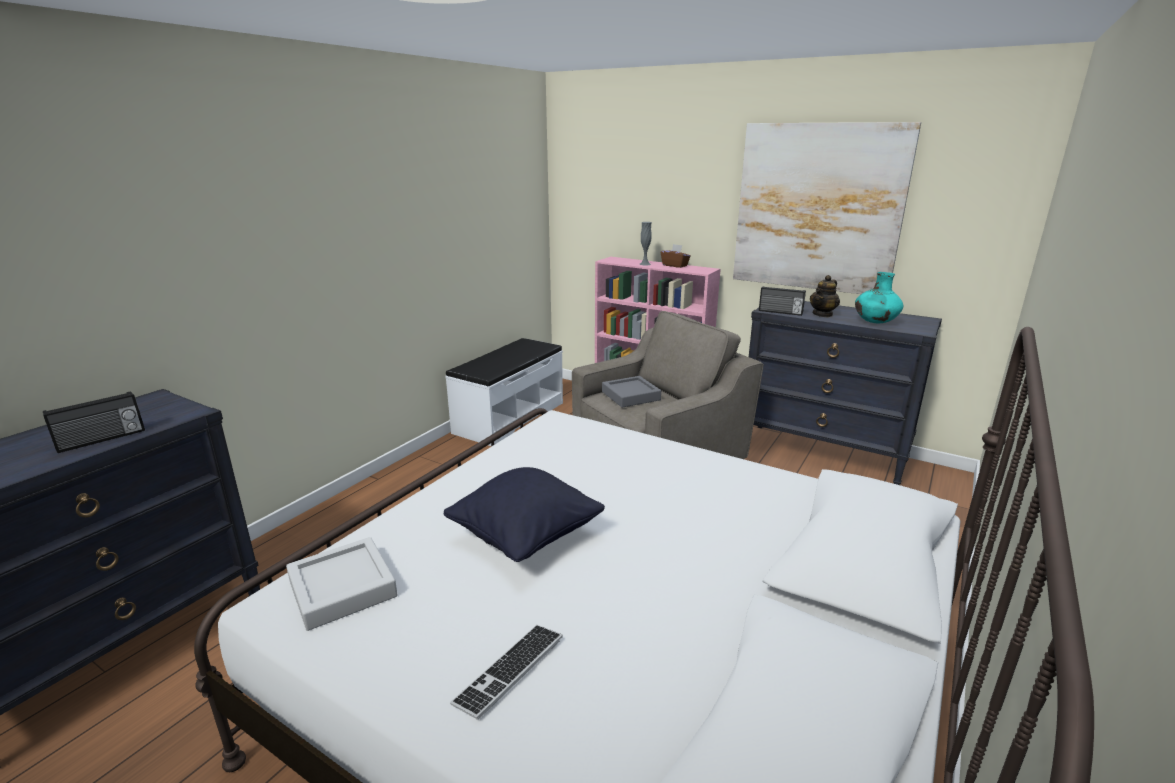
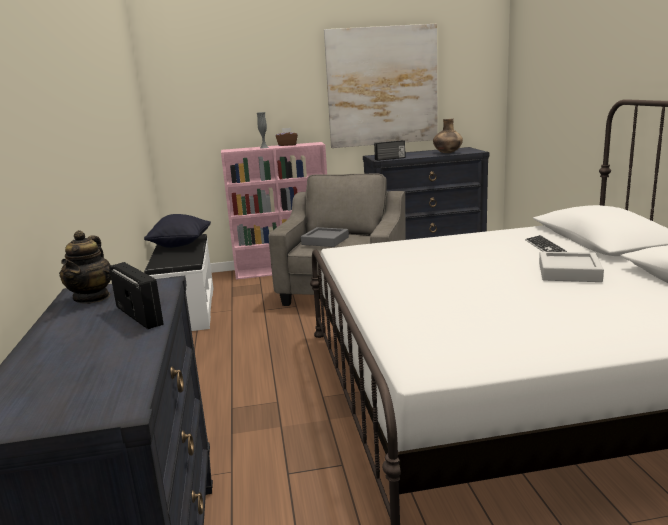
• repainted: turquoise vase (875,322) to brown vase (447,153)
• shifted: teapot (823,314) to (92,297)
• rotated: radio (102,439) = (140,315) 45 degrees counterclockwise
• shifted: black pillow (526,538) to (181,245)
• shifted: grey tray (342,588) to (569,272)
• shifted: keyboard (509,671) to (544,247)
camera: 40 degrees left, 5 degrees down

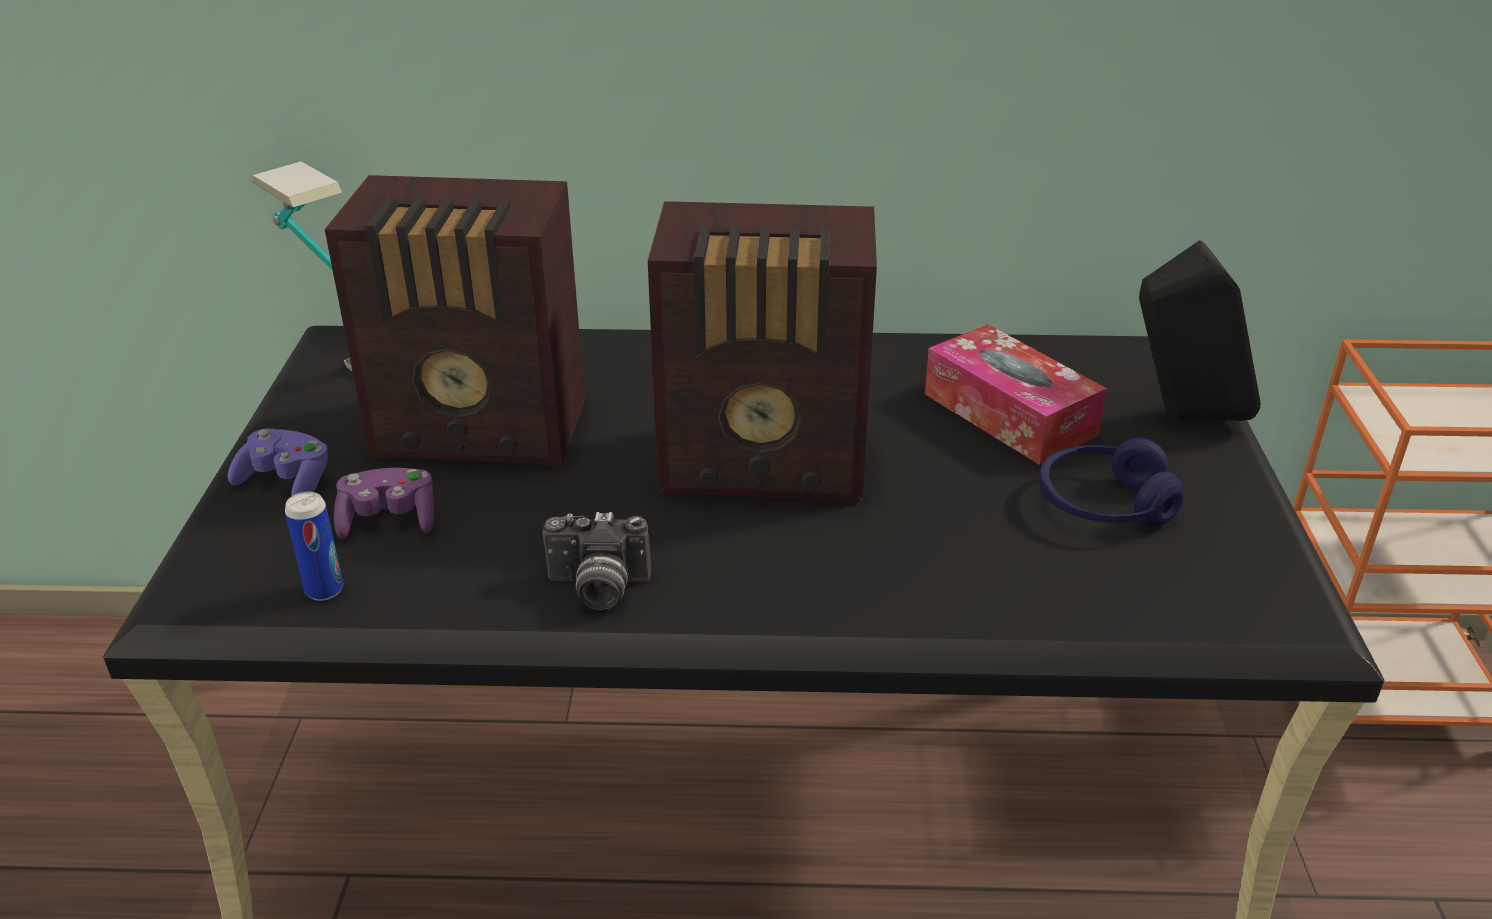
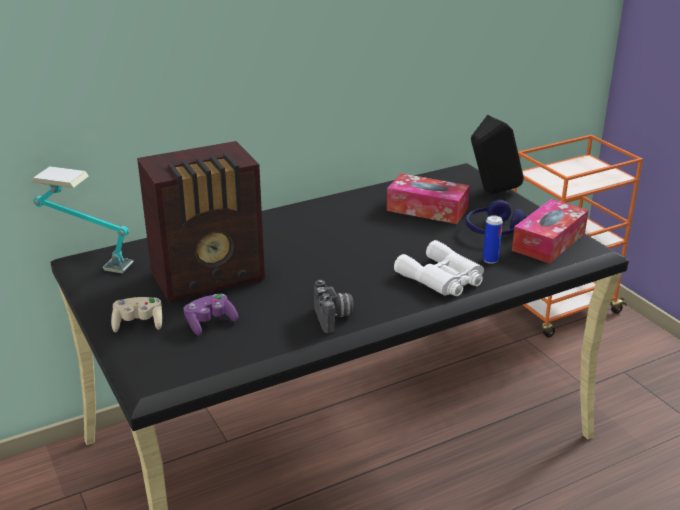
• gone: radio (767,466)
• repainted: purple game controller (287,482) to beige game controller (138,324)
• shifted: can (324,590) to (490,260)
• rotated: photo camera (597,589) = (334,318) 75 degrees counterclockwise
• new: tissue box (549,242)
• new: white binoculars (442,278)
camera: 30 degrees left, 5 degrees down

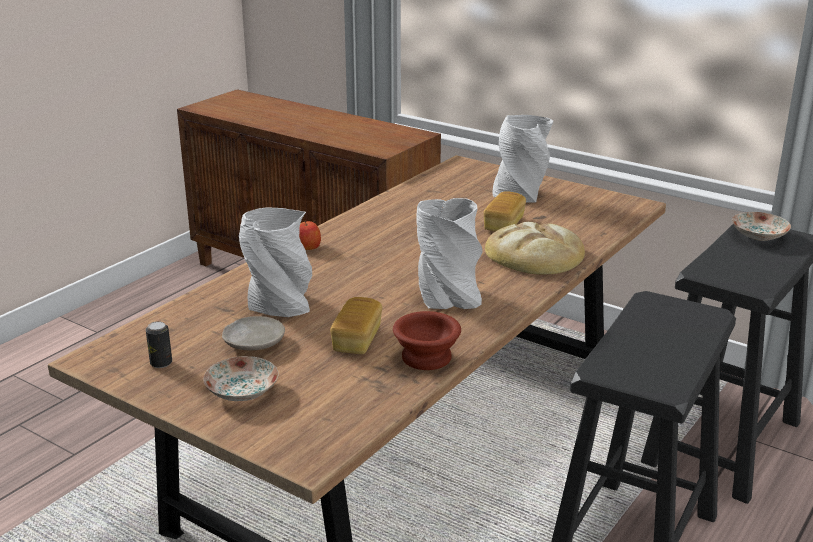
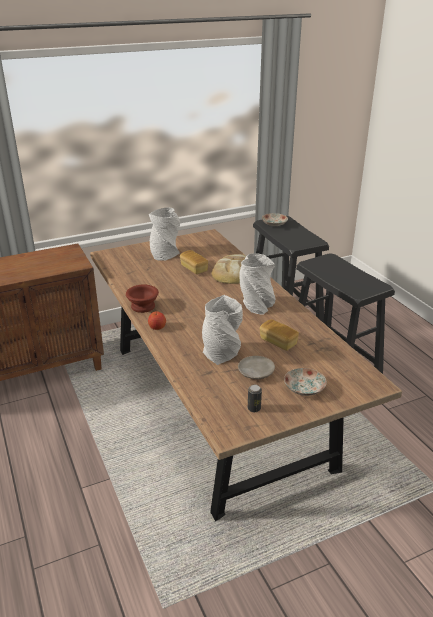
• shifted: brown bowl (424,358) to (143,307)
camera: 60 degrees left, 5 degrees up

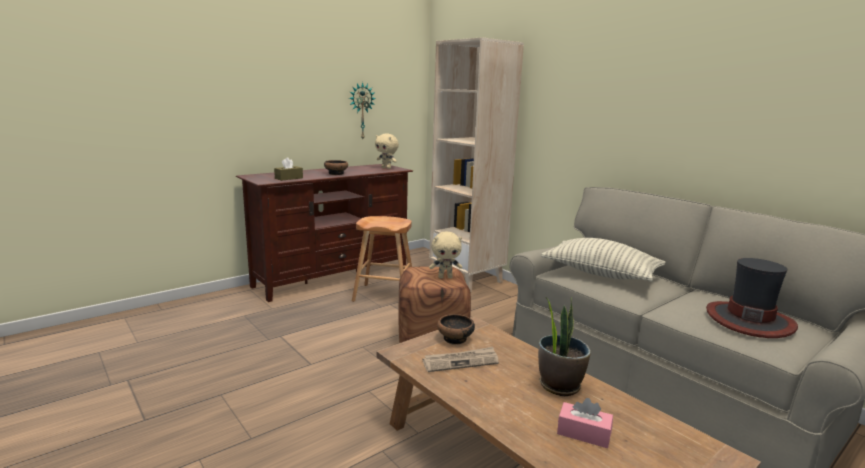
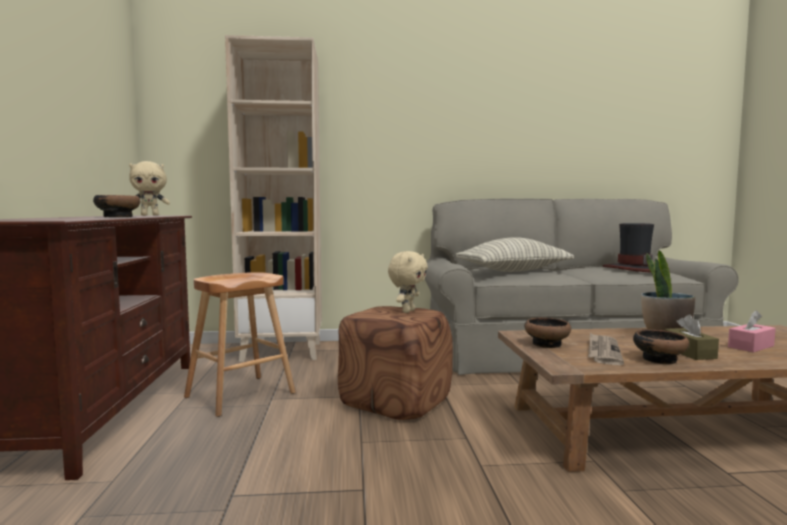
• gone: wall clock (361,111)
• shifted: brown tissue box (289,178) to (689,353)
• new: bowl (659,359)
camera: 55 degrees left, 10 degrees down

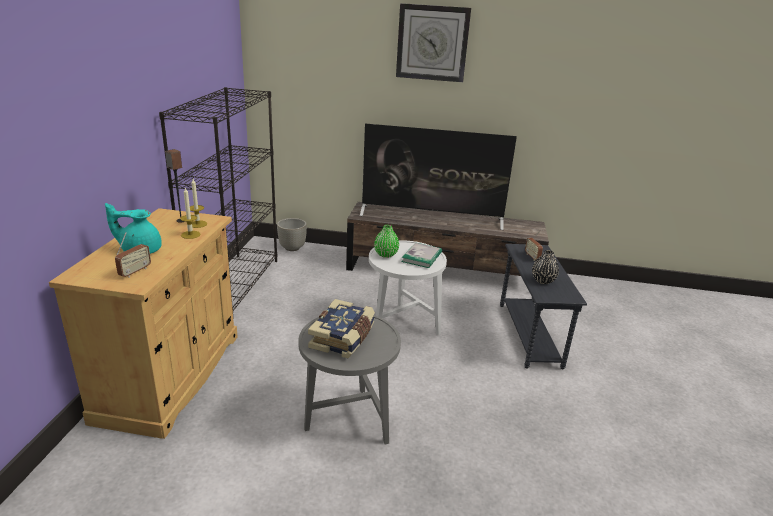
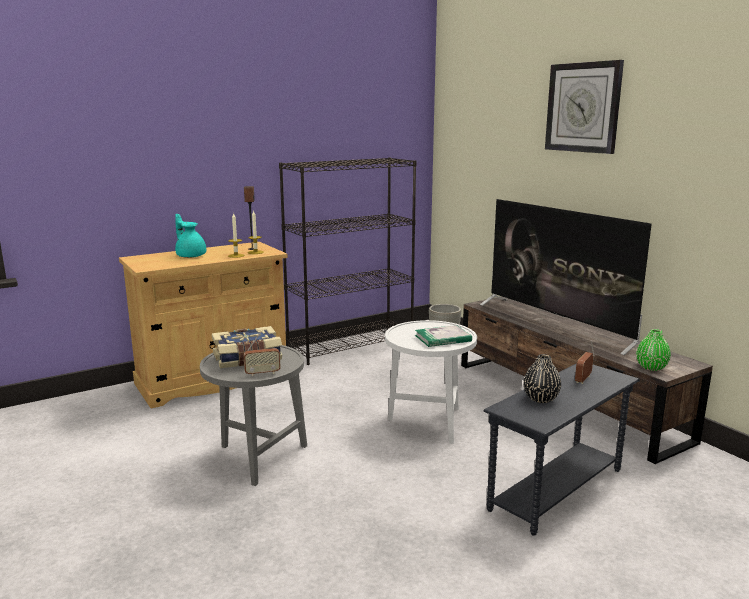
• shifted: green vase (386,254) to (651,367)
• shifted: radio (135,272) to (262,373)
camera: 50 degrees right, 10 degrees down

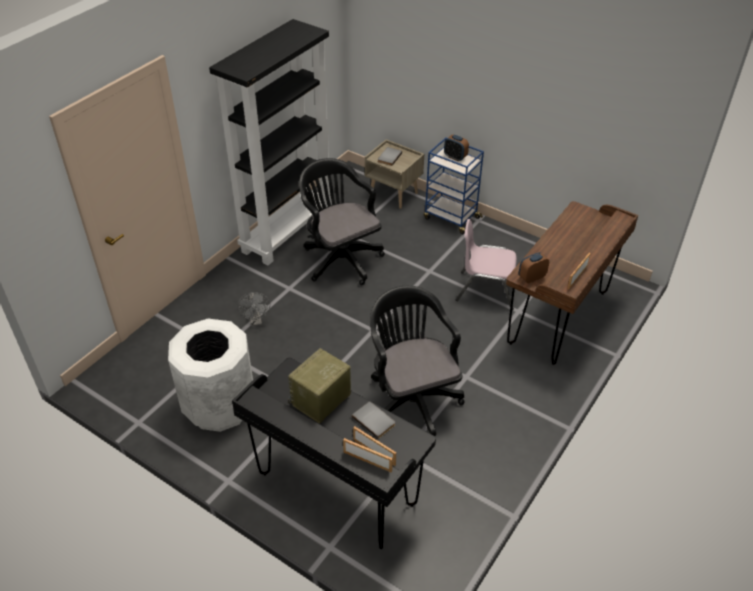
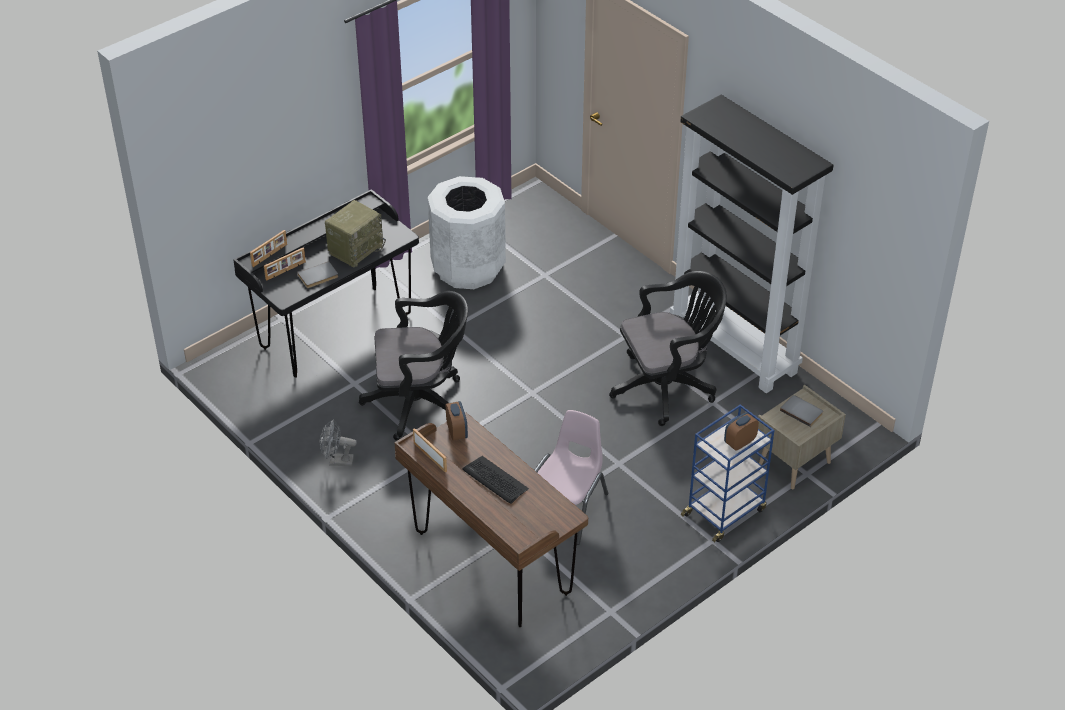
• shifted: grey fan (256,321) to (337,461)
• rotated: radio (321,401) = (356,249) 75 degrees clockwise
• new: keyboard (495,480)
camera: 105 degrees right, 0 degrees up

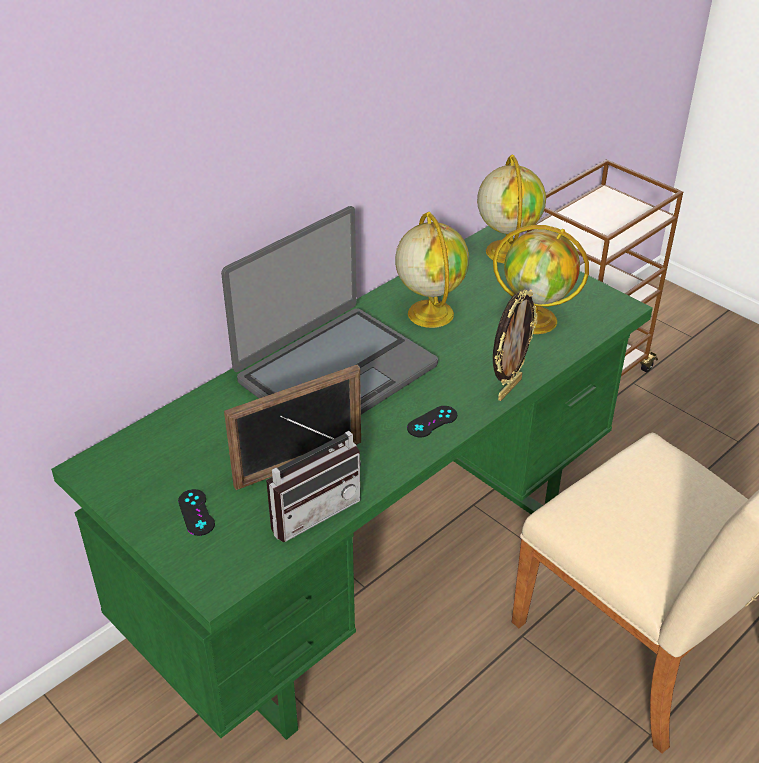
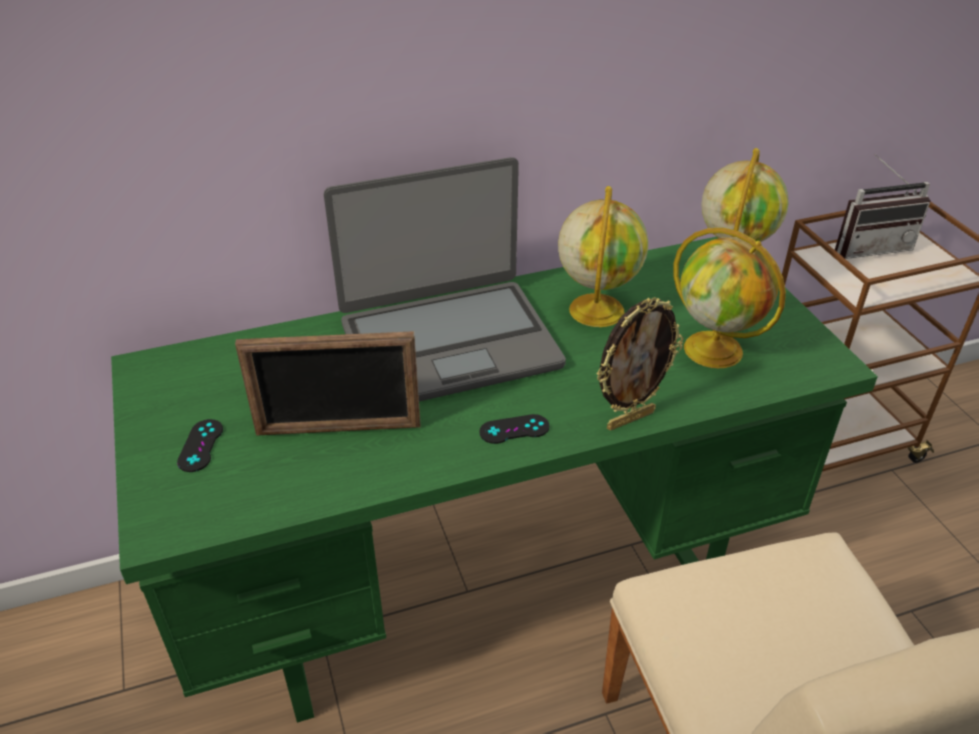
• shifted: radio (311,509) to (869,246)
camera: 25 degrees right, 0 degrees up

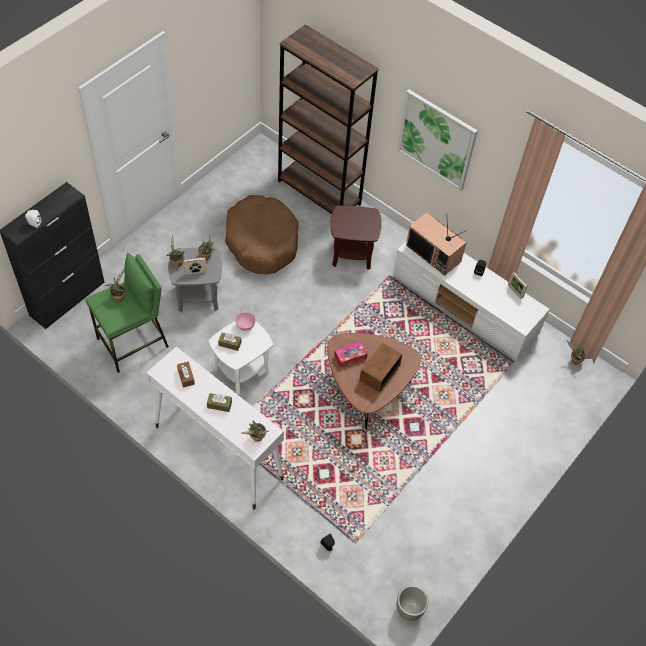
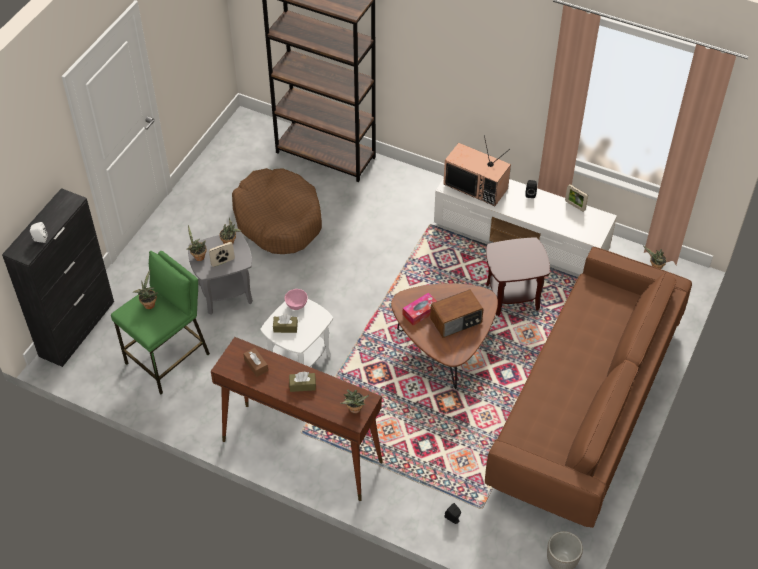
• gone: picture (436,140)
• shifted: brown side table (352,253) to (512,296)
• rotated: radio (379,373) = (456,321) 135 degrees counterclockwise
• repainted: white console table (218,452) to brown console table (301,451)
• new: brown sofa (584,405)
camera: 10 degrees left, 5 degrees down

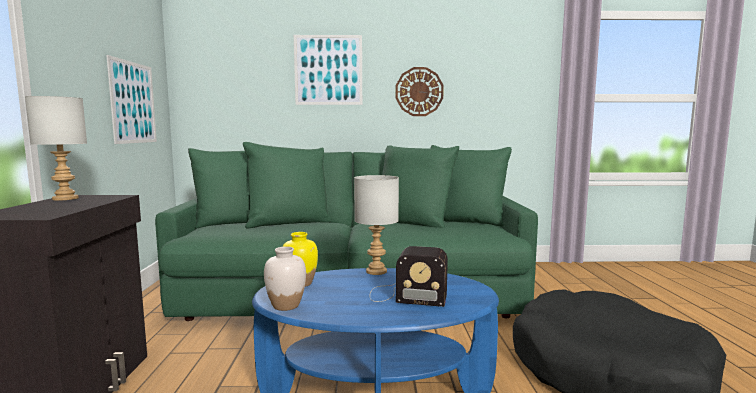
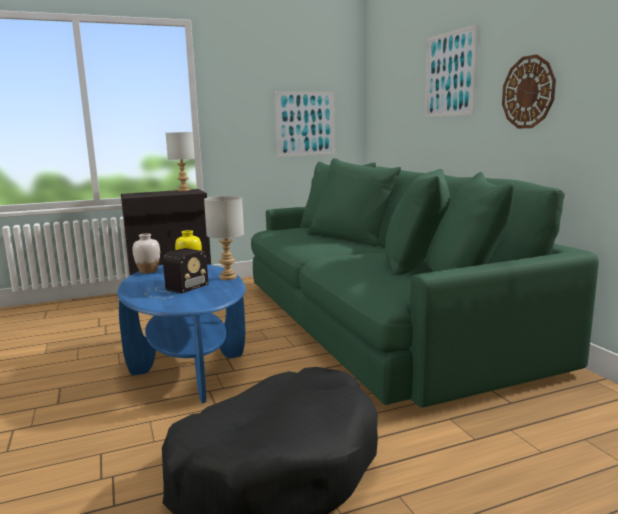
• rotated: radio (404,295) = (174,290) 135 degrees counterclockwise
camera: 70 degrees right, 5 degrees up

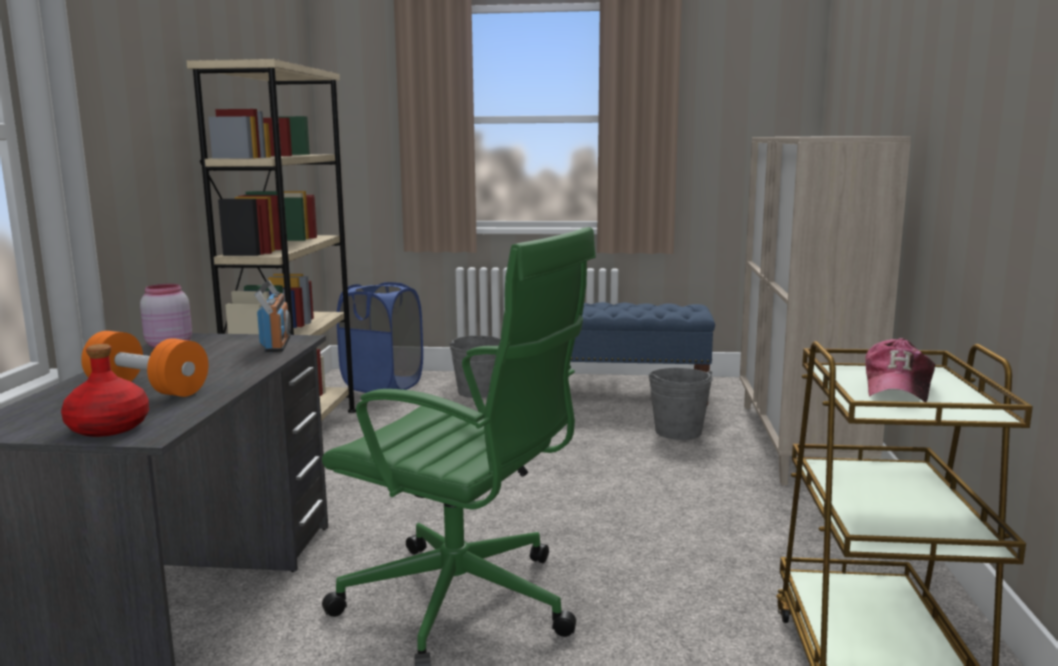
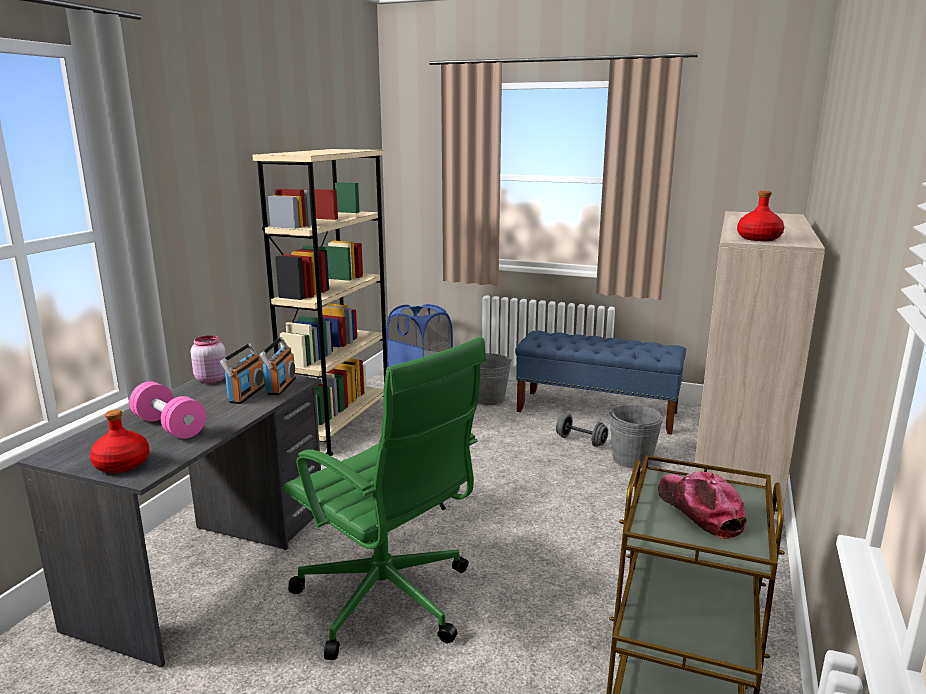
• repainted: orange dumbbell (148,389) to pink dumbbell (169,426)
• rotated: cap (898,387) = (699,510) 120 degrees clockwise
• new: red bottle (758,238)
• new: radio (246,394)
• new: grey dumbbell (581,441)
camera: 15 degrees right, 5 degrees up

